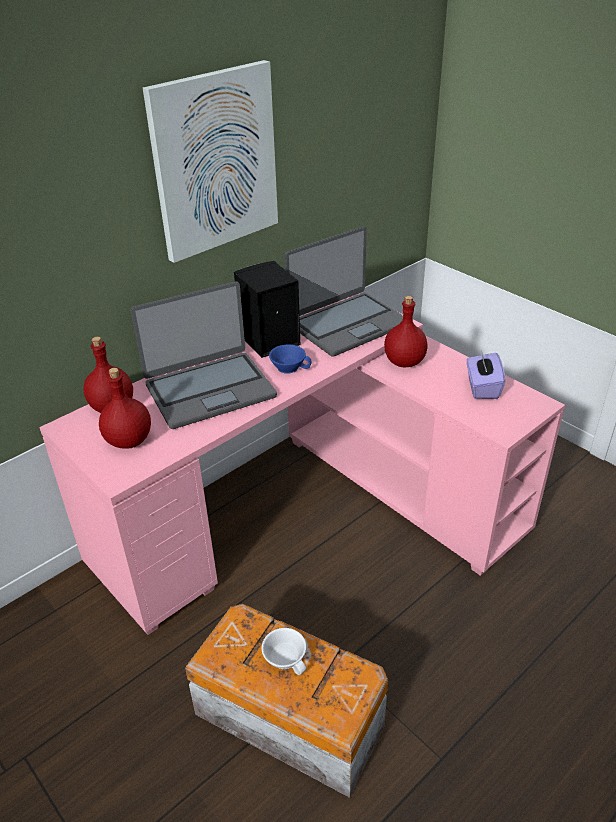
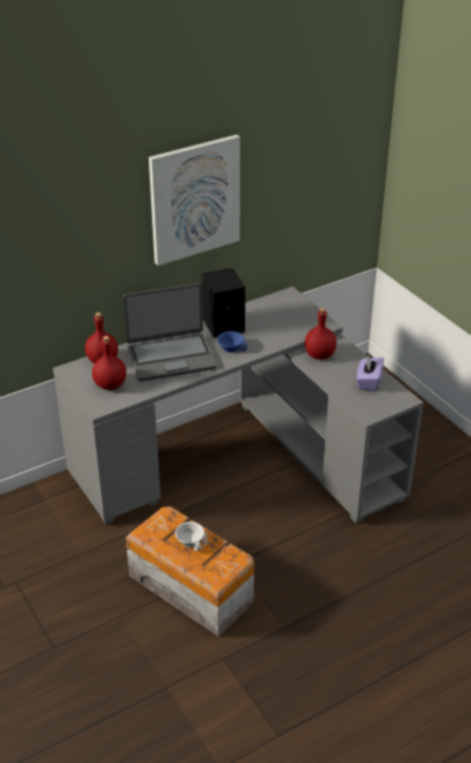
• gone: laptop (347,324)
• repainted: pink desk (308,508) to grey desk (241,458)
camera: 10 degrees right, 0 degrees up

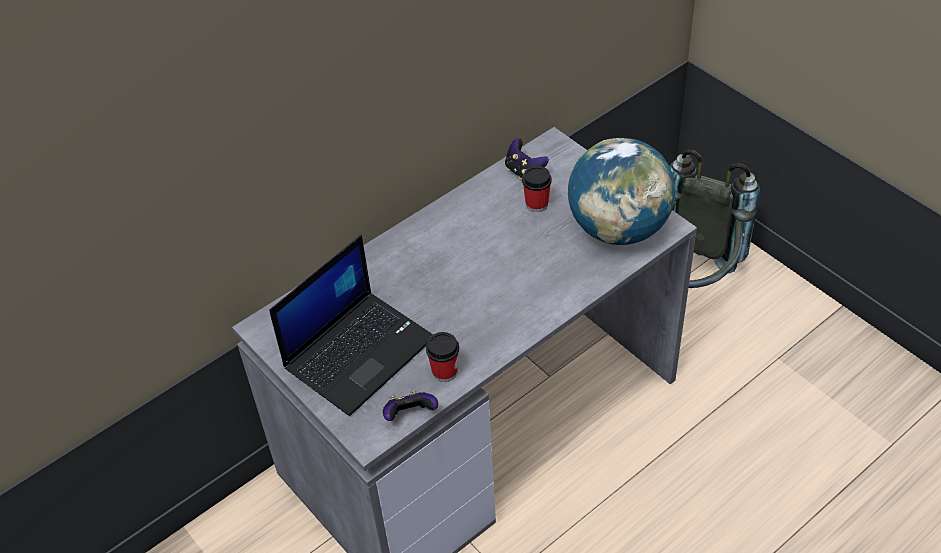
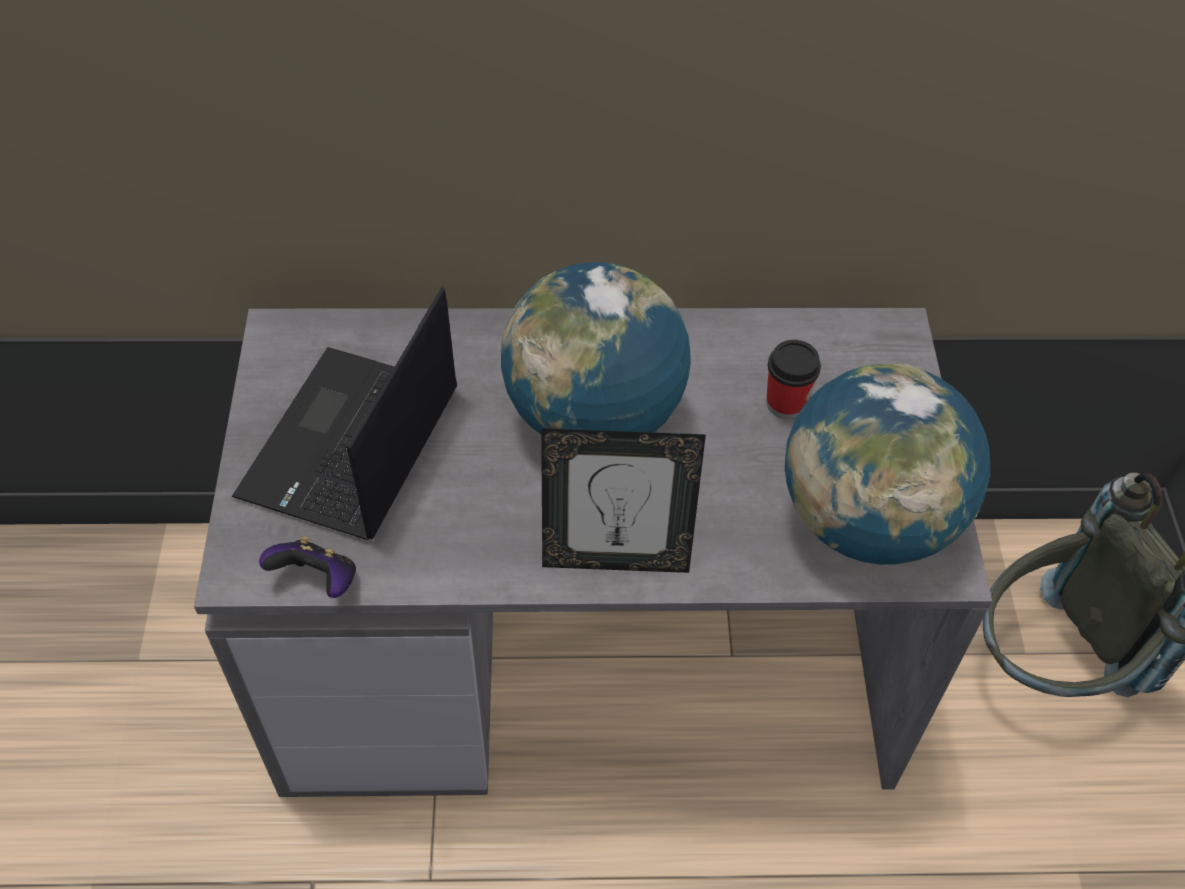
• gone: game controller (524,171)
• rotated: laptop (359,351) = (351,446) 120 degrees clockwise
• gone: cup (445,372)
• new: globe (593,417)
• new: picture frame (615,559)
camera: 35 degrees right, 5 degrees up

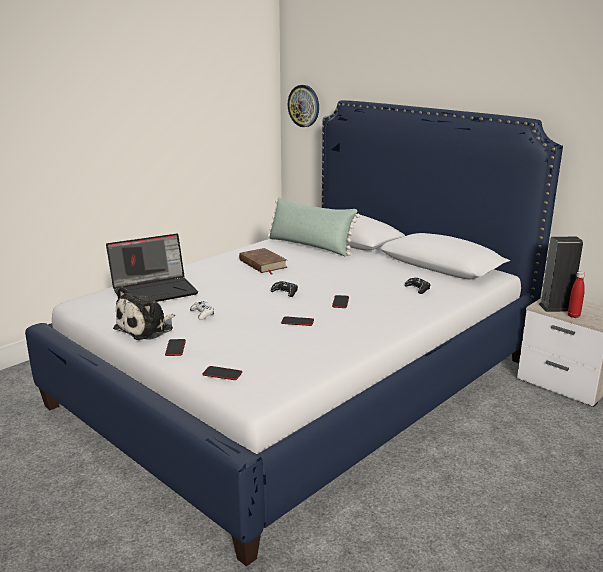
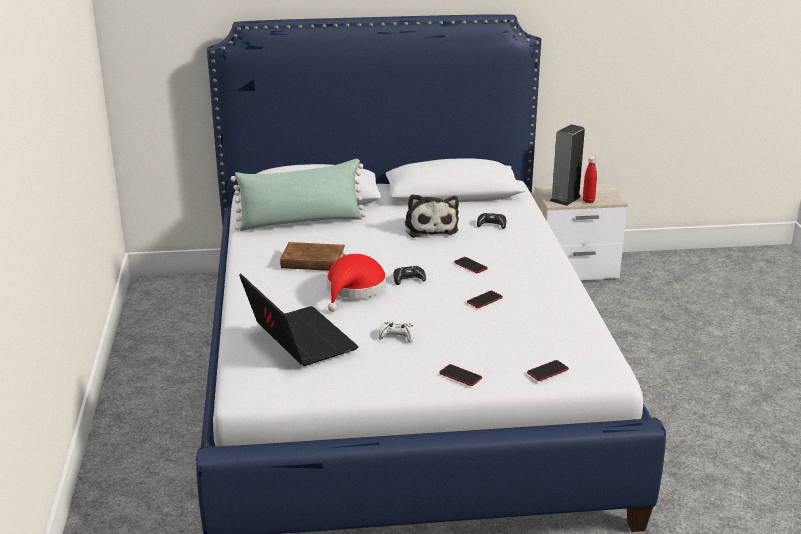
• gone: wall clock (304,106)
• rotated: laptop (155,290) = (298,339) 45 degrees counterclockwise
• shifted: plush toy (147,328) to (430,227)
• new: red hat (354,289)
camera: 50 degrees left, 5 degrees up

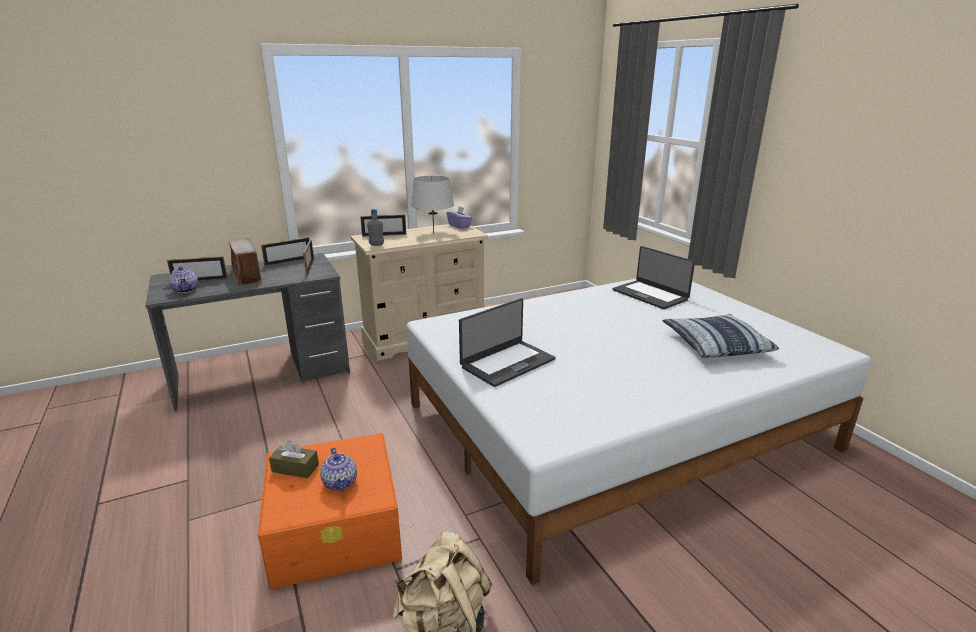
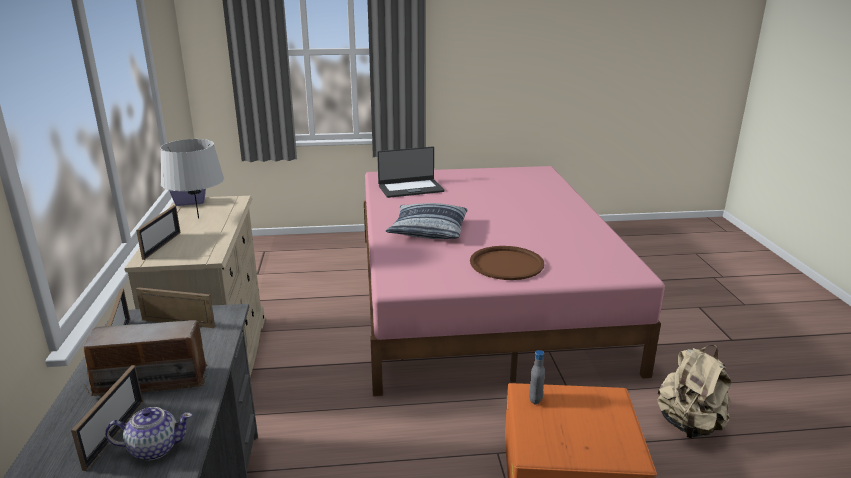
• shifted: grey bottle (376,245) to (535,399)
• repainted: white bed (615,426) to pink bed (481,295)
• swapped: laptop (507,363) to brown tray (506,264)
• shifted: pillow (715,344) to (428,230)
• gone: brown tissue box (295,468)
• gone: teapot (340,482)
camera: 70 degrees left, 0 degrees up

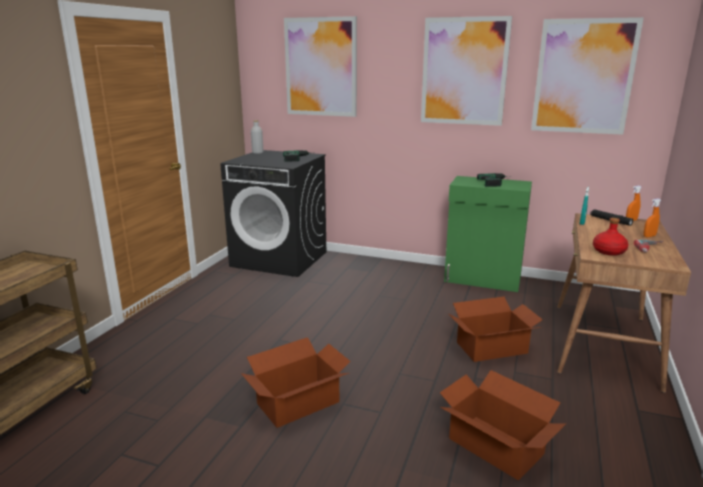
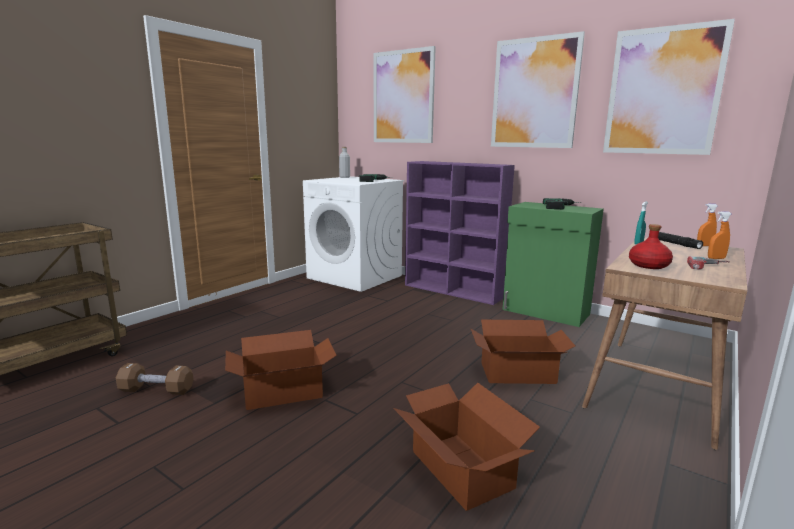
• repainted: black washing machine (280,259) to white washing machine (355,277)
• new: purple bookcase (454,291)
• new: brown dumbbell (156,390)
camera: 15 degrees right, 5 degrees down

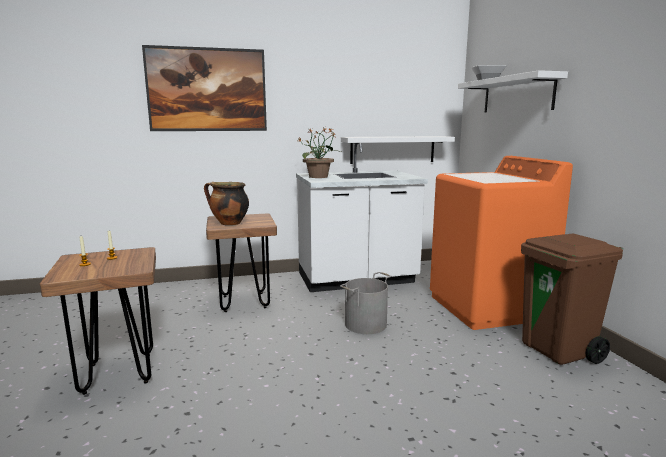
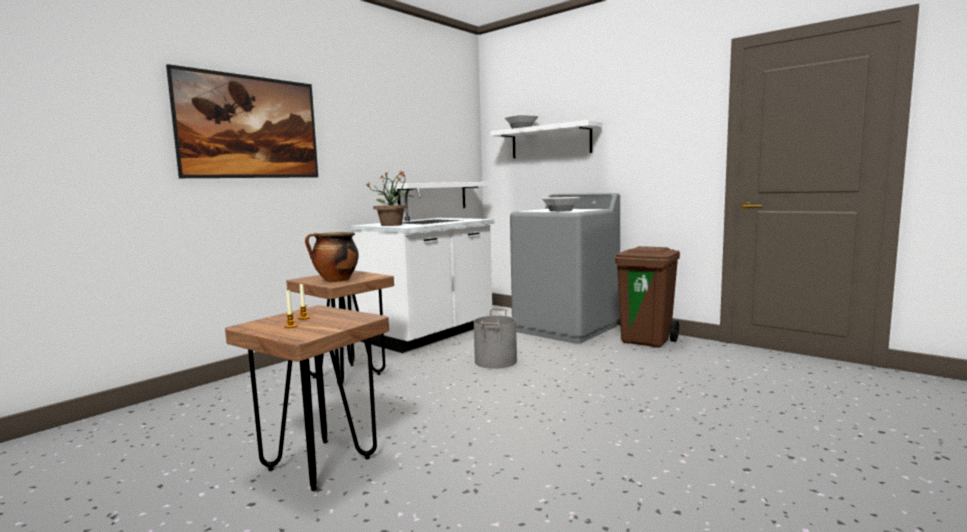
• repainted: orange washing machine (488,307) to grey washing machine (566,328)
• new: bowl (561,211)
camera: 35 degrees left, 5 degrees down

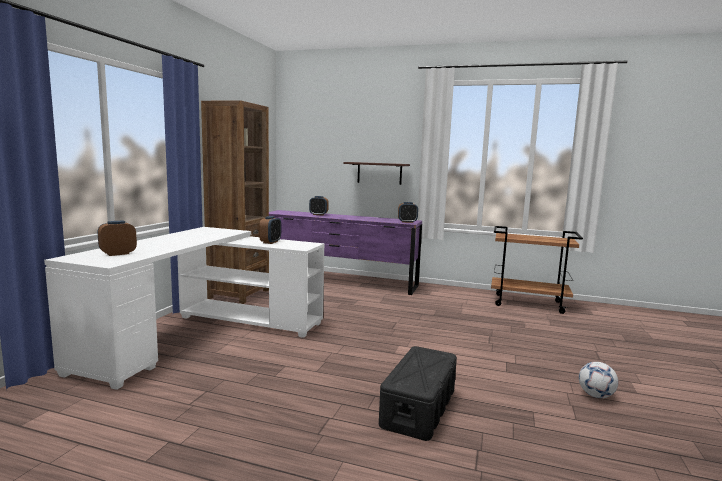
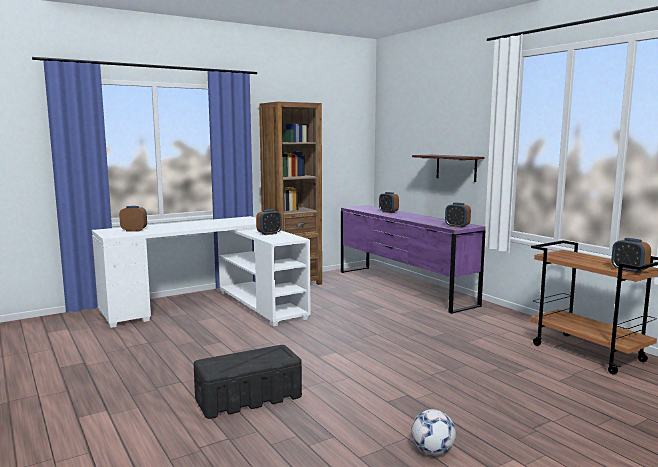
• new: alarm clock (629,271)
camera: 40 degrees right, 0 degrees up

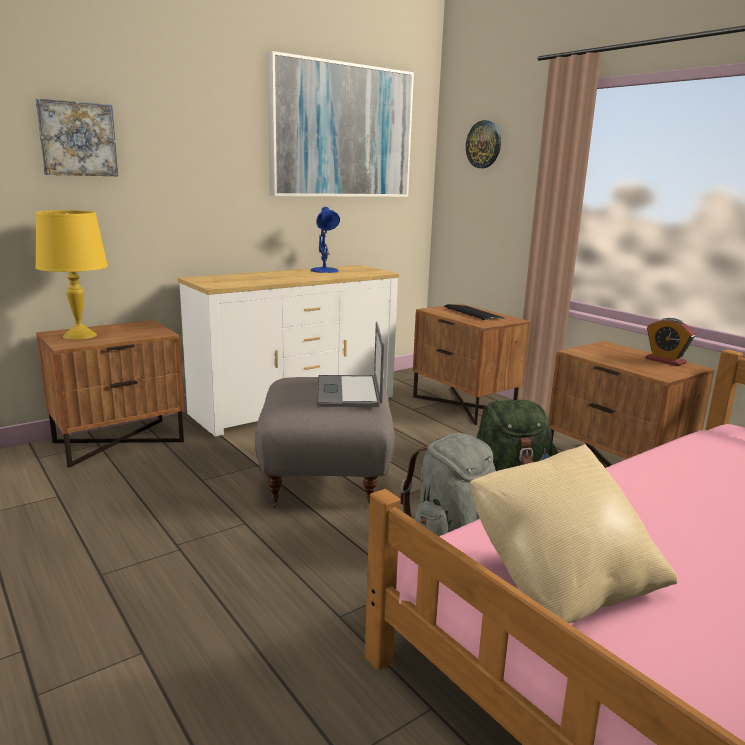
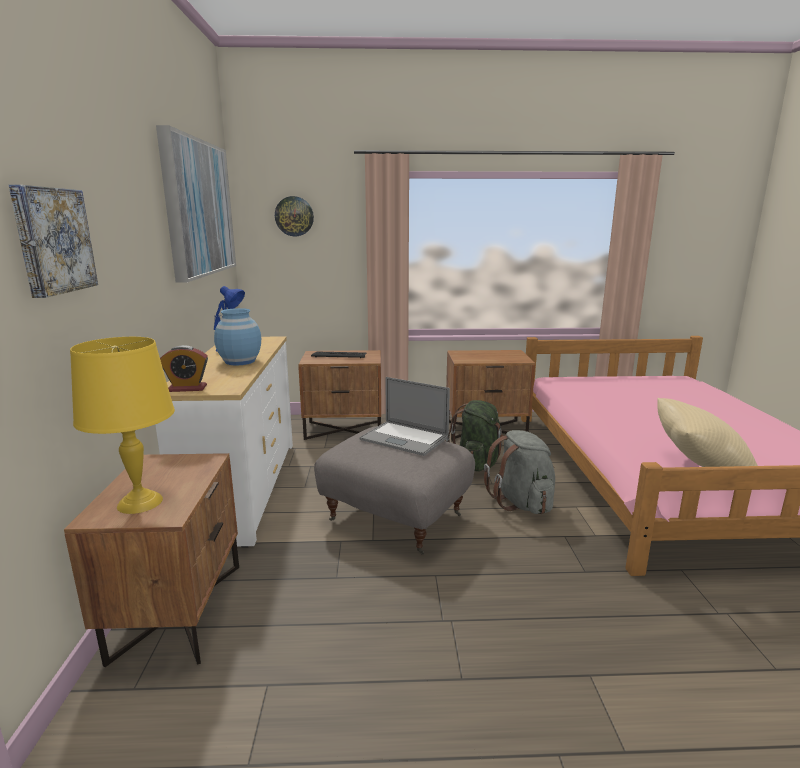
• shifted: alarm clock (665,361) to (187,388)
• new: blue vase (240,361)
camera: 55 degrees left, 0 degrees up

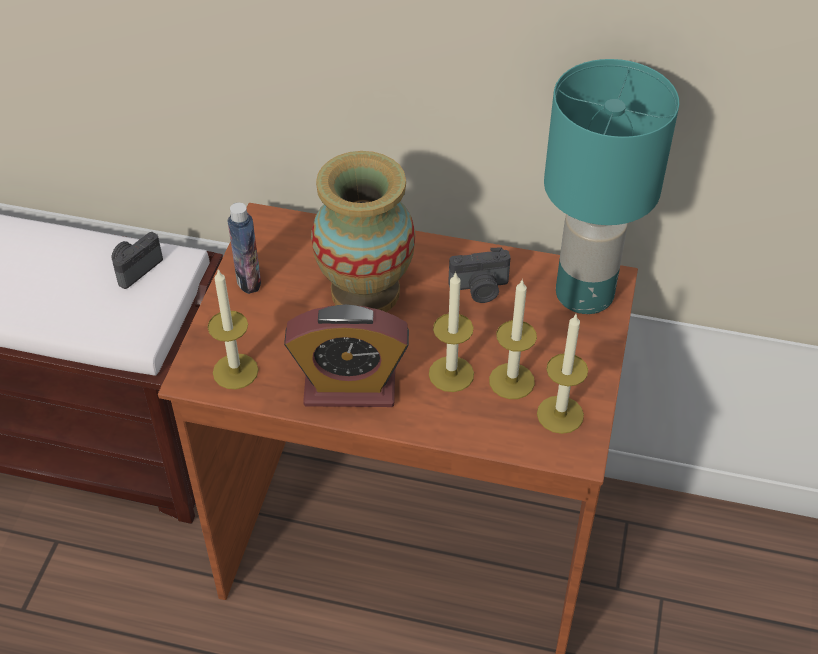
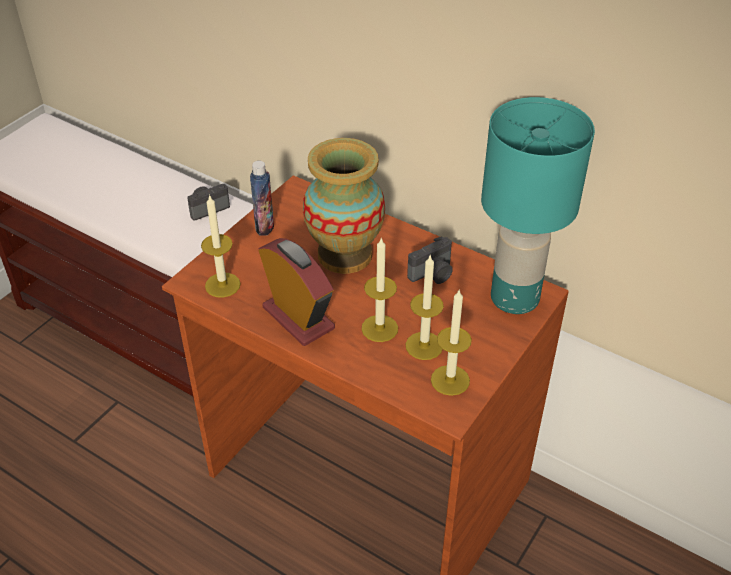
• rotated: photo camera (480,289) = (433,274) 45 degrees counterclockwise
• rotated: alarm clock (349,388) = (298,318) 150 degrees counterclockwise
camera: 20 degrees right, 5 degrees down

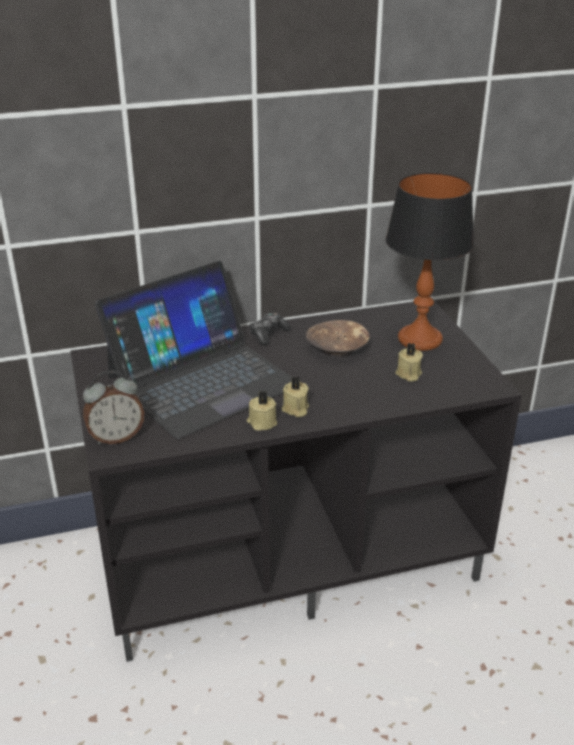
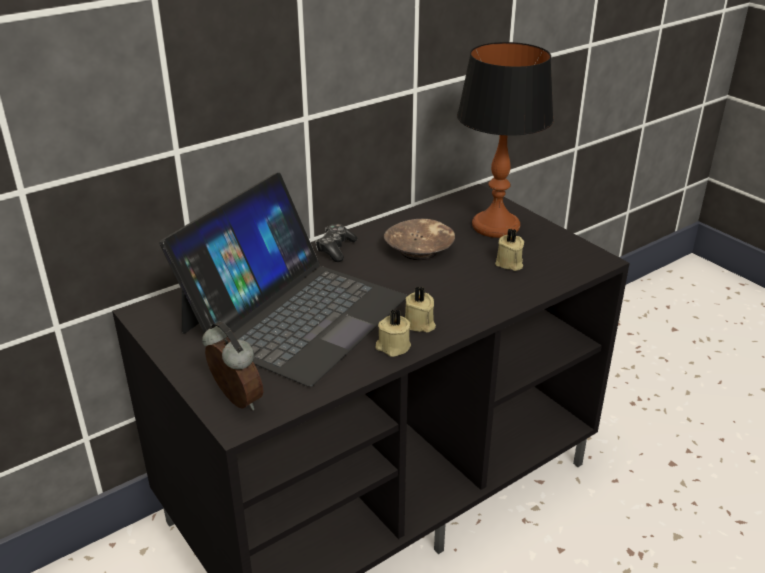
• rotated: alarm clock (116,437) = (235,401) 90 degrees counterclockwise
camera: 20 degrees left, 0 degrees up

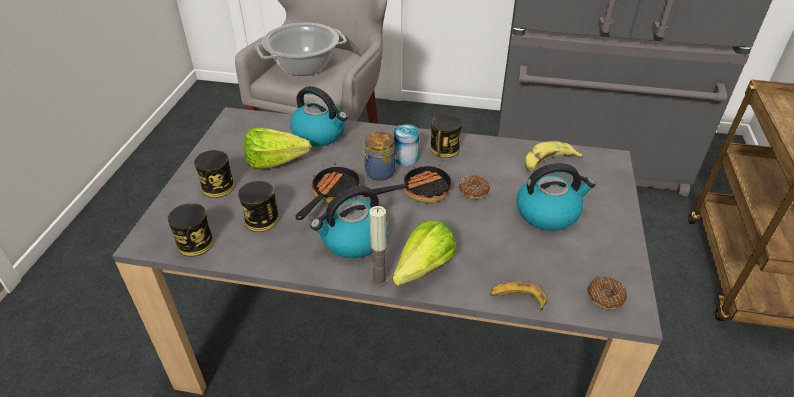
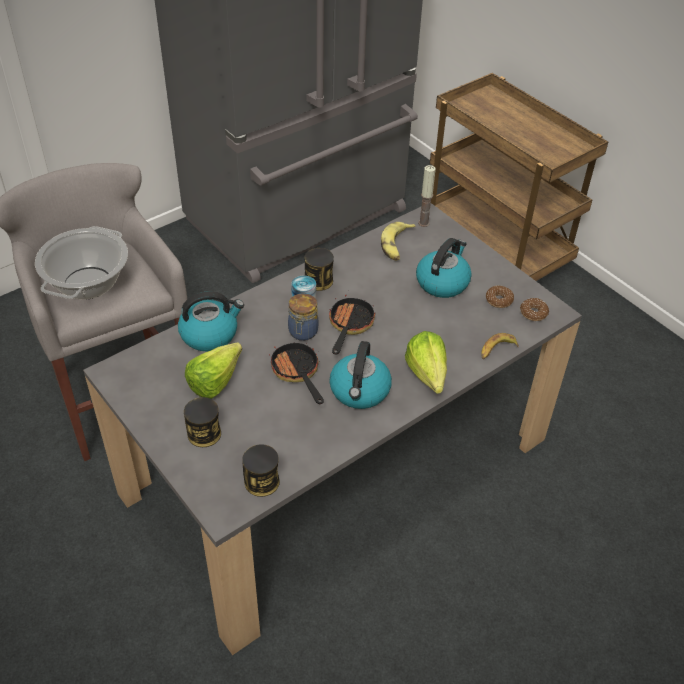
• shifted: donut (473,191) to (499,300)
• gone: can (261,220)
• shifted: candle (379,280) to (424,223)
camera: 50 degrees left, 5 degrees up

